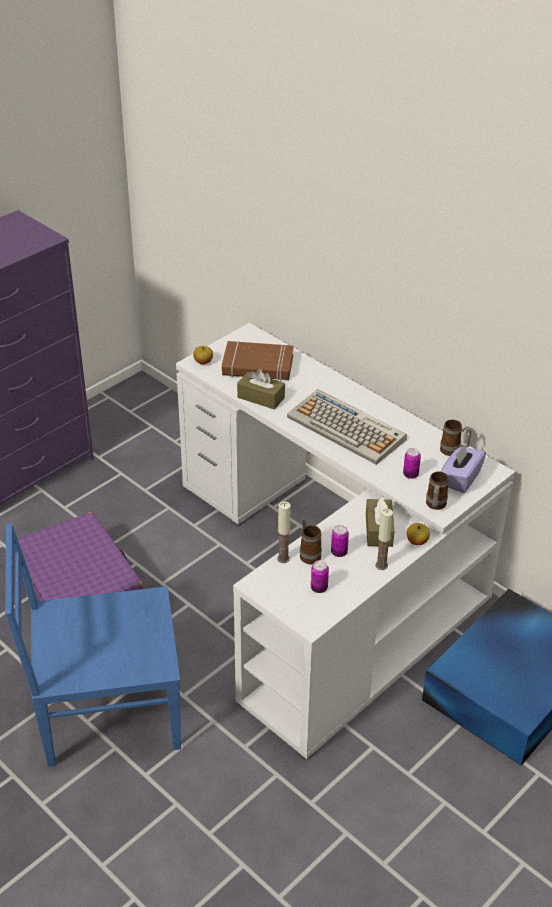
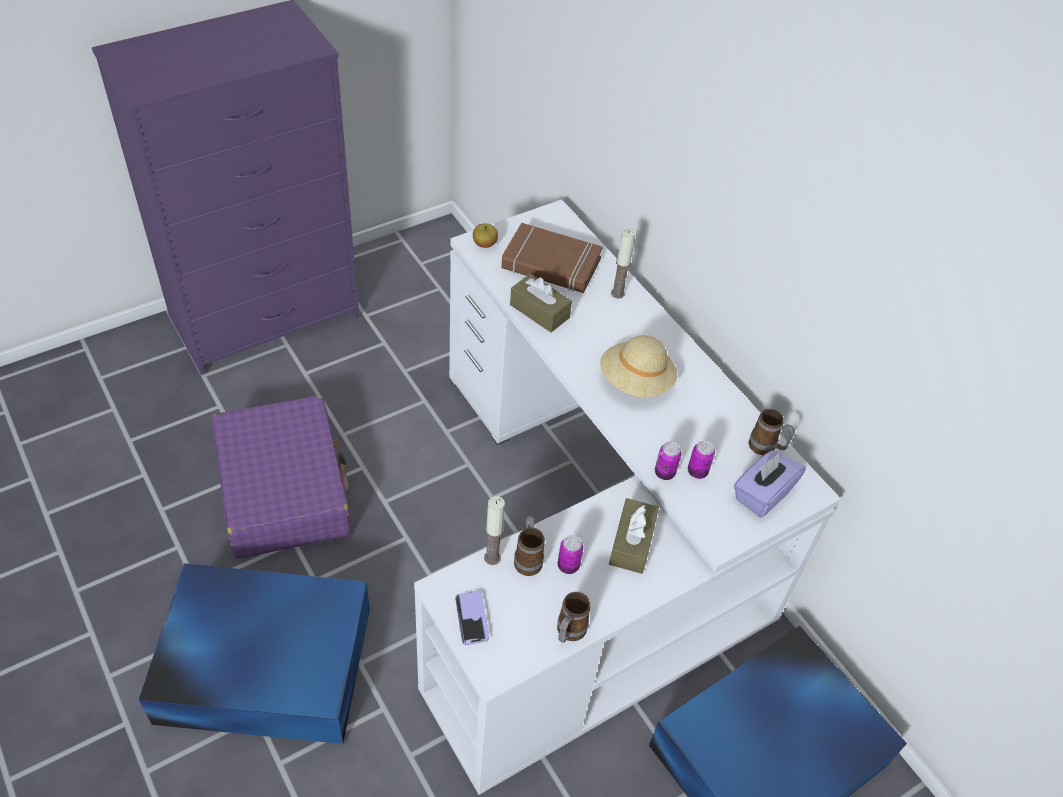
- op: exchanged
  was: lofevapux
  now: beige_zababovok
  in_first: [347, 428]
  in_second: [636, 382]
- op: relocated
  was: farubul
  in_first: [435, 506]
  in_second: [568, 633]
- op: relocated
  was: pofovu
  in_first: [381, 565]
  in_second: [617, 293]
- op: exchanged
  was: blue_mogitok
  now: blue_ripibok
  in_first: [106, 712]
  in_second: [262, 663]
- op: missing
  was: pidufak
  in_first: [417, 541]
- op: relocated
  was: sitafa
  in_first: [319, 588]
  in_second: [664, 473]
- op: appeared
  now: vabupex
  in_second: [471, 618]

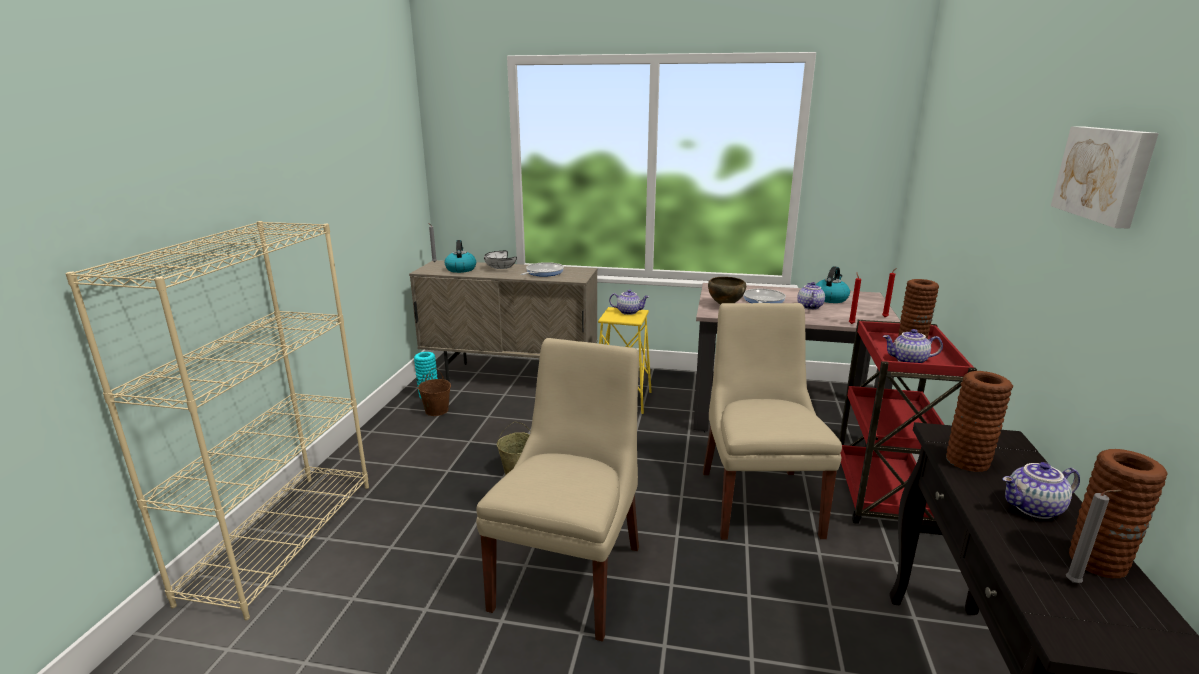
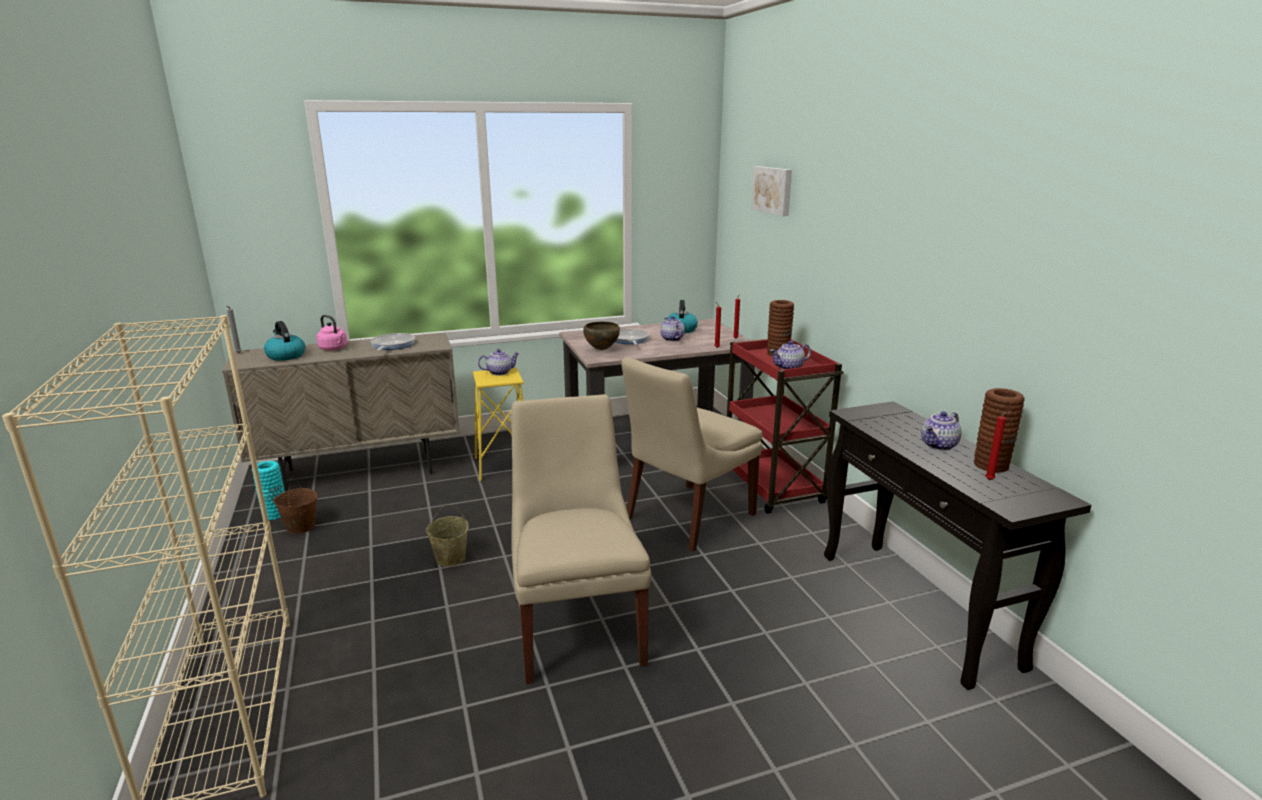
- op: relocated
  was: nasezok
  in_first: [1105, 174]
  in_second: [773, 190]
- op: exchanged
  was: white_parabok
  now: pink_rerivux
  in_first: [499, 269]
  in_second: [334, 348]
- op: spun
  was: beige_mogitok
  in_first: [758, 500]
  in_second: [687, 518]
  clockwise: -105
- op: missing
  was: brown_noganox
  in_first: [967, 461]
- op: colour
  was: grey_pofovu
  now: red_pofovu
  in_first: [1075, 583]
  in_second: [991, 480]

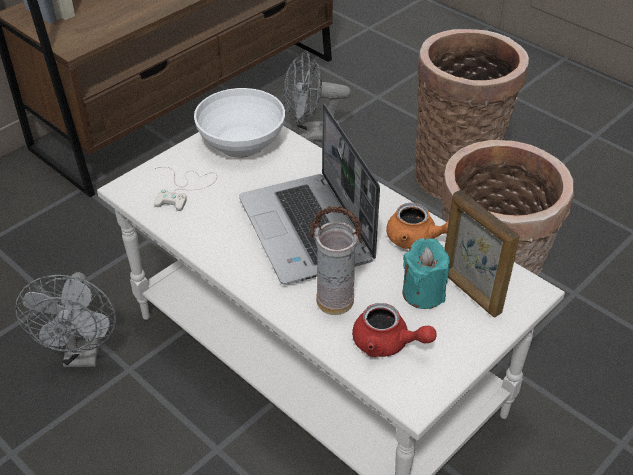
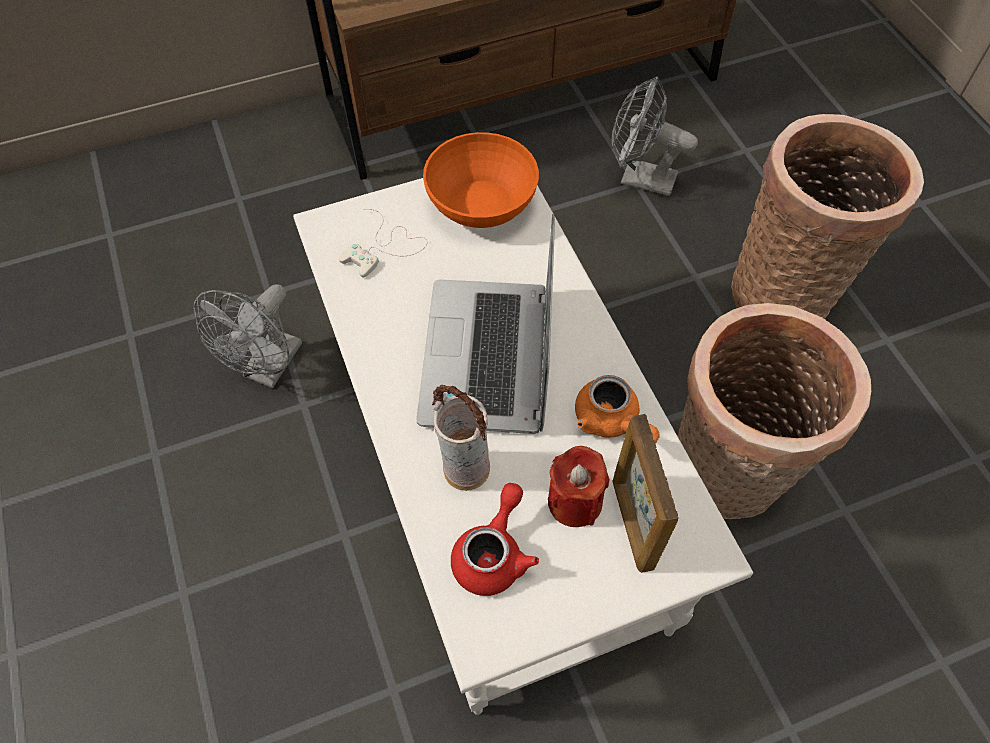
- op: colour
  was: white_parabok
  now: orange_parabok
  in_first: [240, 142]
  in_second: [480, 204]
- op: colour
  was: turquoise_pofovu
  now: red_pofovu
  in_first: [423, 293]
  in_second: [574, 501]
- op: spun
  was: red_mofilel
  in_first: [387, 344]
  in_second: [493, 554]
  clockwise: -120

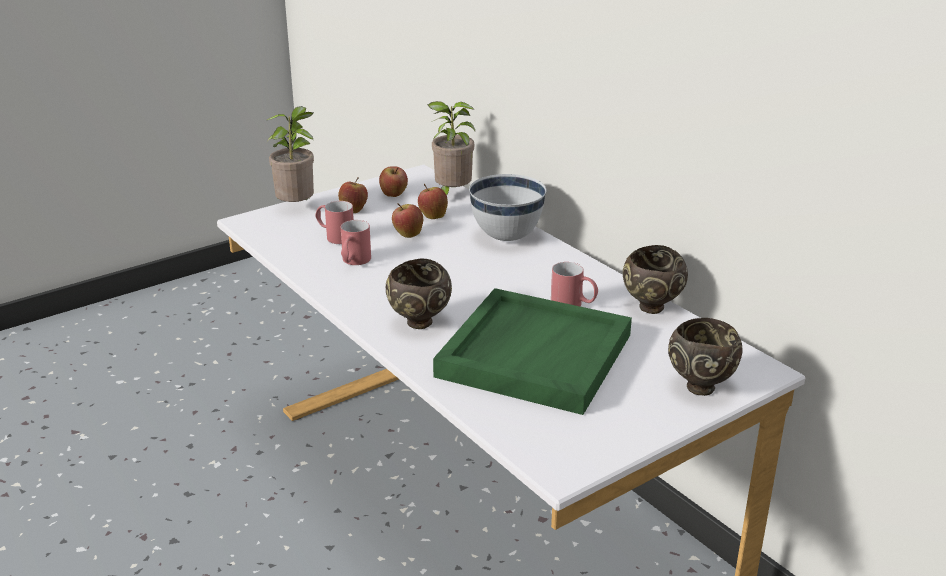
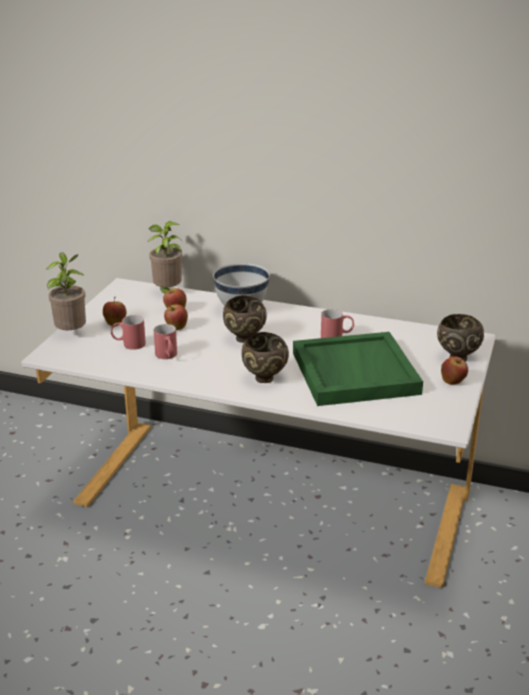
- op: relocated
  was: pidufak
  in_first: [394, 195]
  in_second: [453, 382]
- op: relocated
  was: brown_parabok
  in_first: [651, 309]
  in_second: [245, 339]

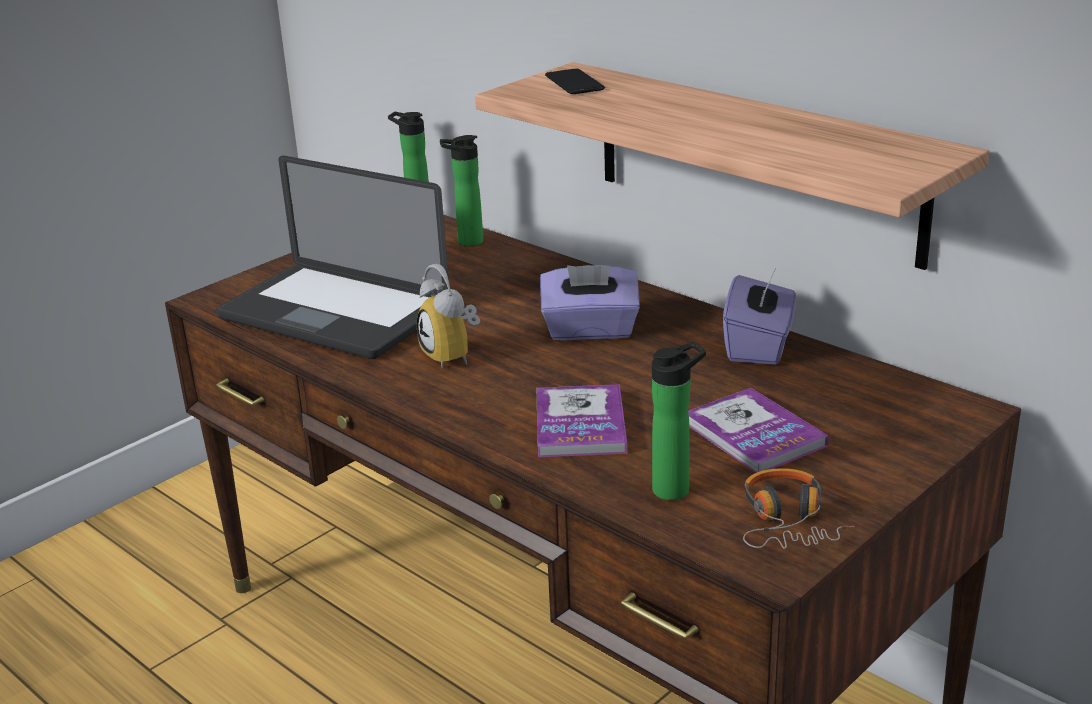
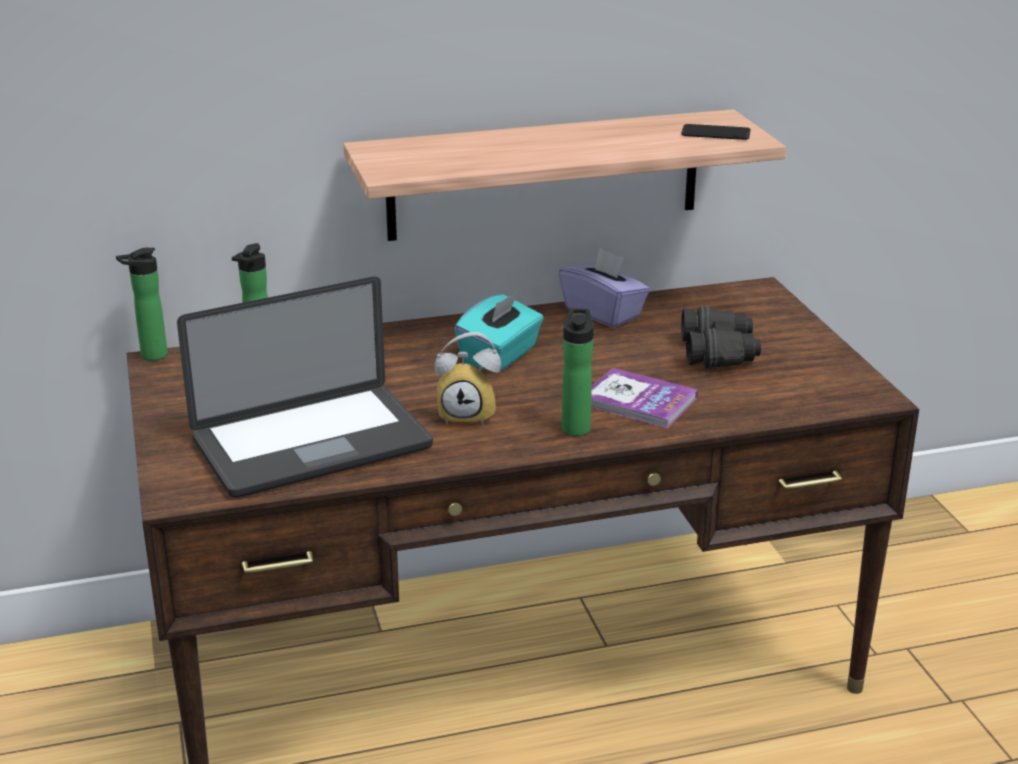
- op: relocated
  was: vabupex
  in_first: [574, 83]
  in_second: [715, 133]
- op: colour
  was: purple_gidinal
  now: turquoise_gidinal
  in_first: [590, 330]
  in_second: [500, 356]
- op: relocated
  was: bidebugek
  in_first: [676, 489]
  in_second: [576, 427]
- op: exchanged
  was: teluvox
  now: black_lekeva
  in_first: [754, 434]
  in_second: [719, 353]
- op: missing
  was: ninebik
  in_first: [788, 522]

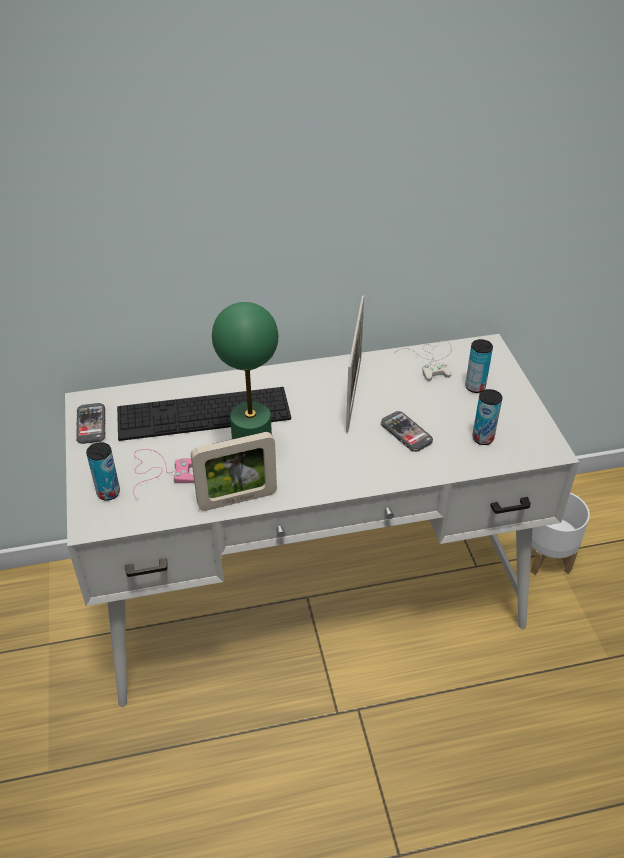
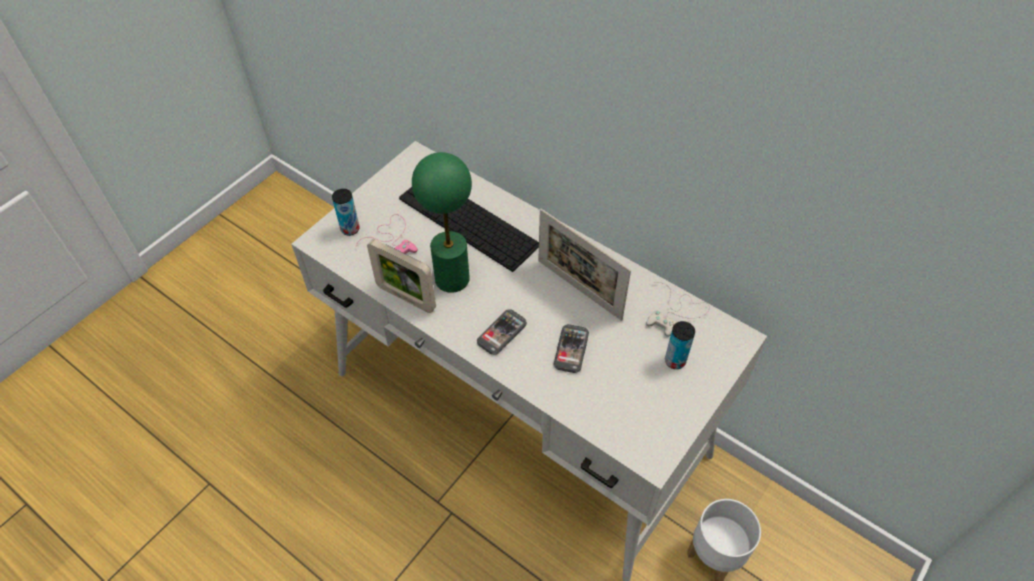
- op: spun
  was: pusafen
  in_first: [353, 394]
  in_second: [579, 289]
  clockwise: 75
- op: missing
  was: sitafa
  in_first: [482, 438]
- op: relocated
  was: vabupex
  in_first: [91, 424]
  in_second: [502, 333]

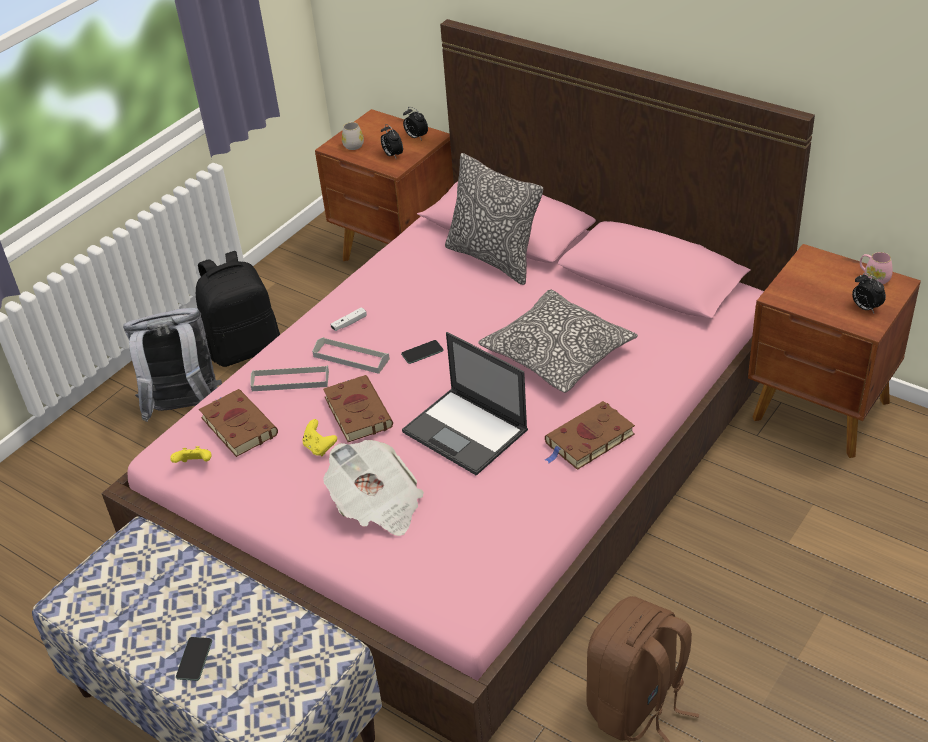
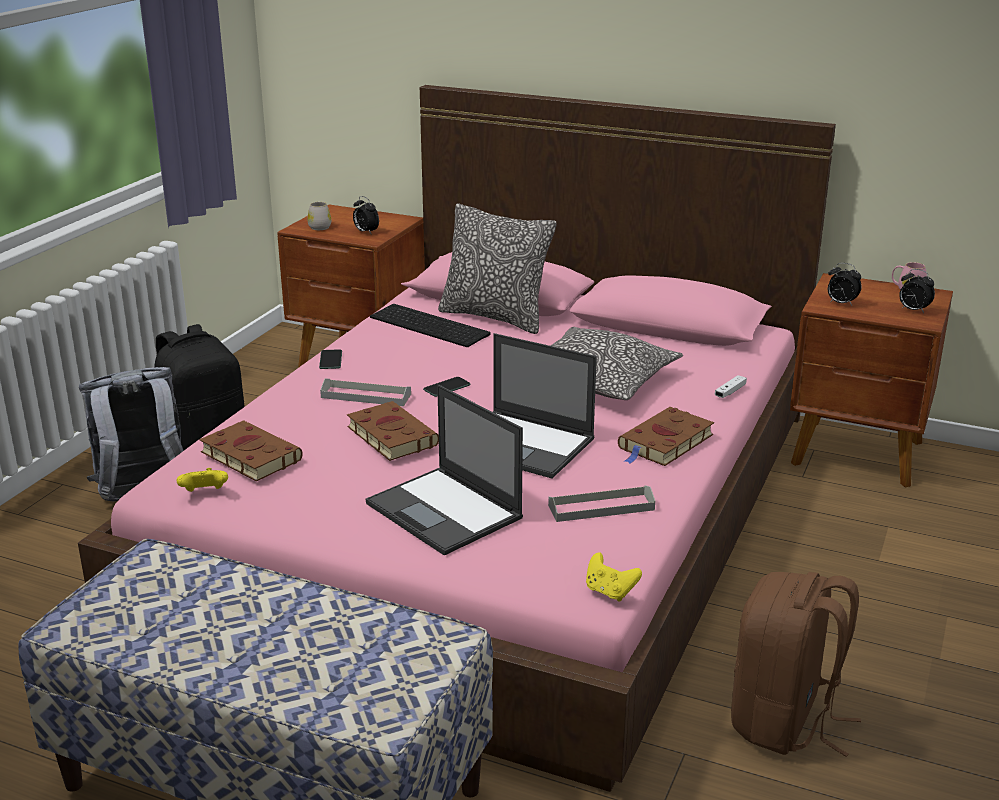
- op: relocated
  was: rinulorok
  in_first: [416, 137]
  in_second: [841, 303]
- op: relocated
  was: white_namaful
  in_first: [349, 323]
  in_second: [730, 392]
- op: relocated
  was: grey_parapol
  in_first: [290, 381]
  in_second: [601, 507]
- op: relocated
  was: yellow_namaful
  in_first: [319, 447]
  in_second: [610, 592]
- op: exchanged
  was: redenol
  now: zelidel
  in_first: [377, 505]
  in_second: [445, 511]
- op: relocated
  was: vabupex
  in_first: [194, 659]
  in_second: [330, 360]
- op: appeared
  now: lofevapux
  in_second: [431, 325]

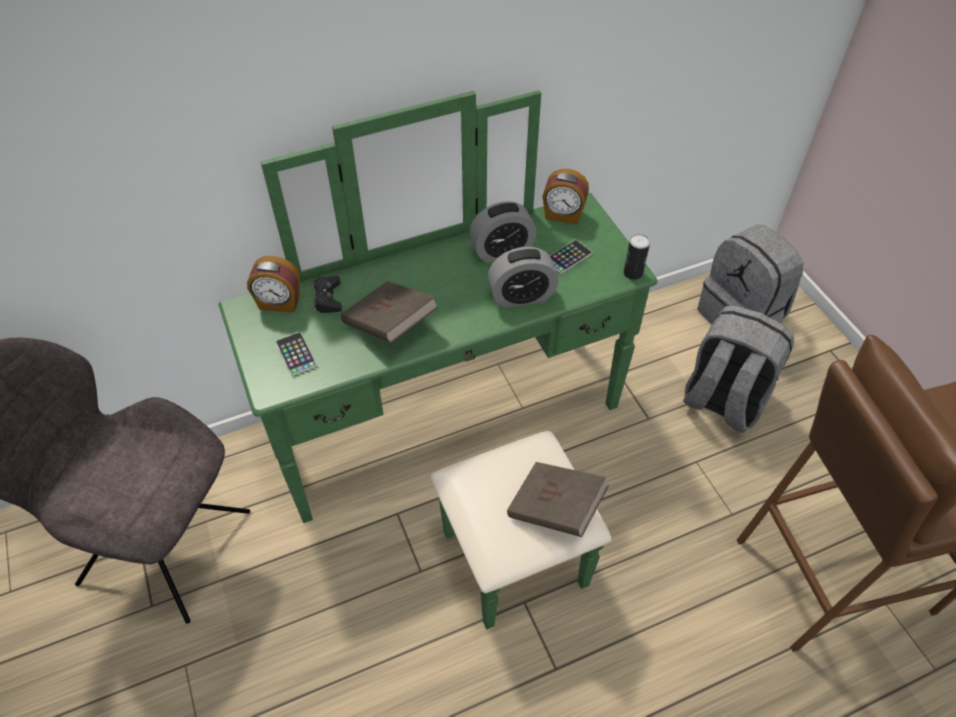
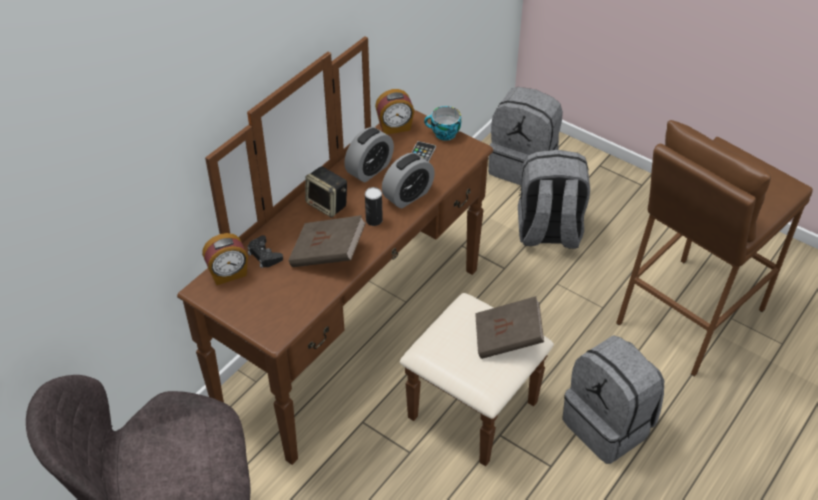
- op: colour
  was: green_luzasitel
  now: brown_luzasitel
  in_first: [462, 448]
  in_second: [380, 351]
- op: relocated
  was: sitafa
  in_first: [633, 273]
  in_second: [374, 220]
- op: missing
  was: vabupex
  in_first: [296, 354]
- op: appeared
  now: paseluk
  in_second: [443, 134]
- op: appeared
  now: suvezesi
  in_second: [328, 205]
- op: appeared
  now: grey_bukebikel
  in_second: [609, 425]

